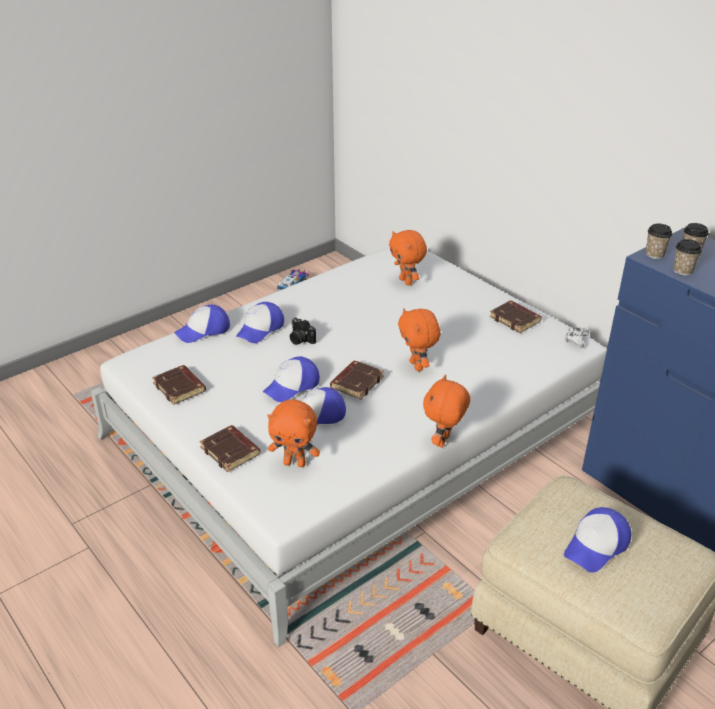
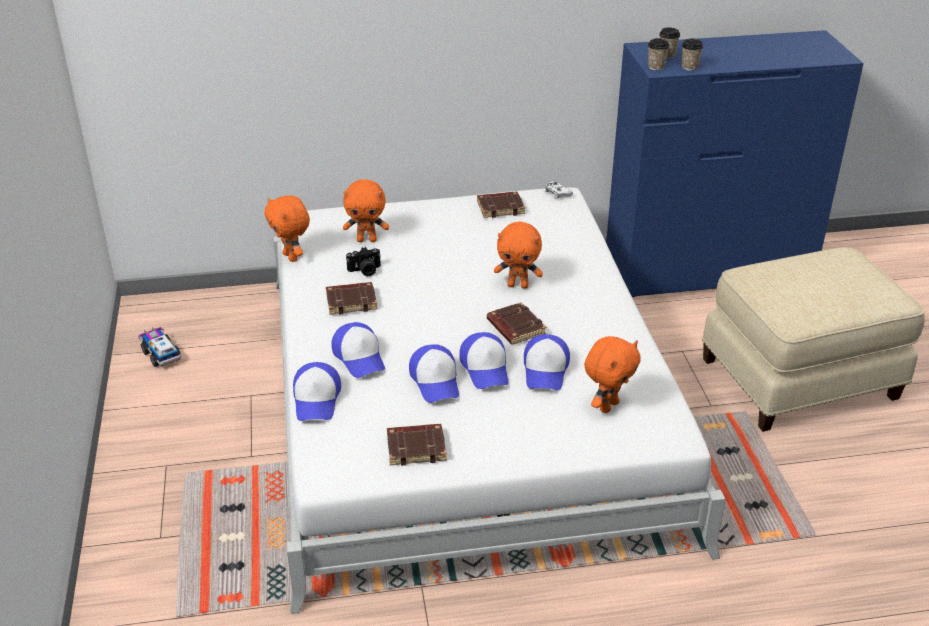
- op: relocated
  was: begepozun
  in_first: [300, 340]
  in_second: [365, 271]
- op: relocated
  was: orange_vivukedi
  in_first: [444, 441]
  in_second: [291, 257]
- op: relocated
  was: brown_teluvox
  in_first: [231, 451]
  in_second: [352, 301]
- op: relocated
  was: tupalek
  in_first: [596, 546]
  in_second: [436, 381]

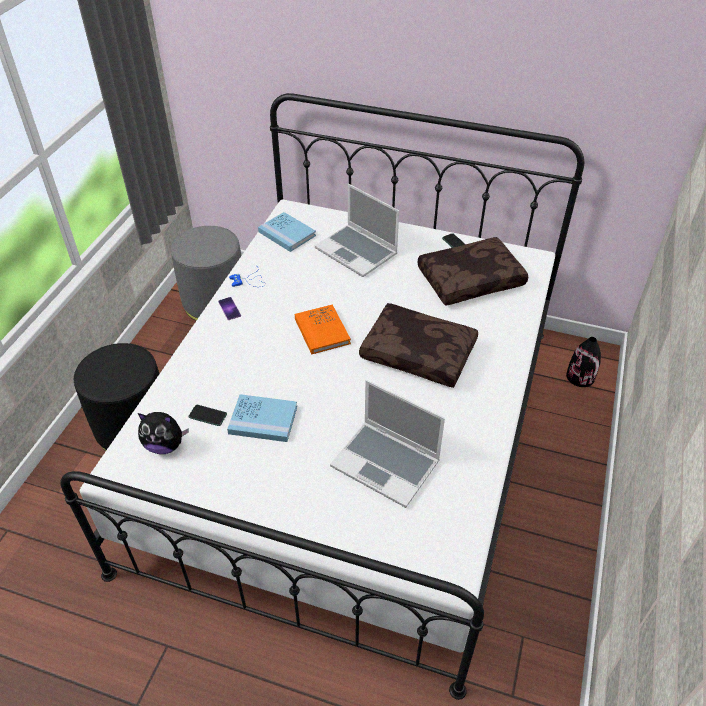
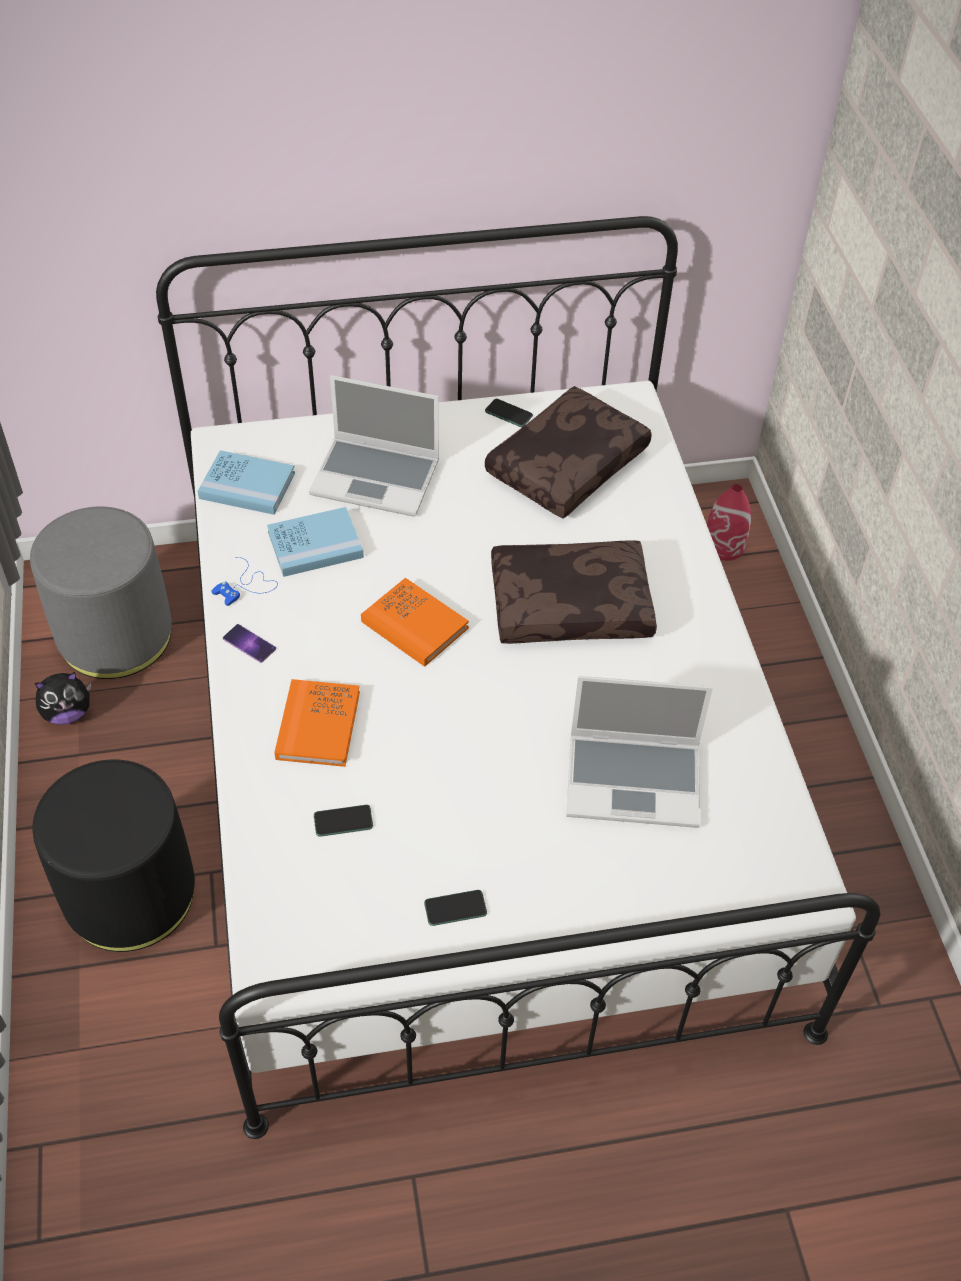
- op: colour
  was: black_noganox
  now: red_noganox
  in_first: [580, 377]
  in_second: [724, 545]
- op: relocated
  was: blue_teluvox
  in_first: [263, 420]
  in_second: [315, 545]
- op: relocated
  was: vivukedi
  in_first: [165, 445]
  in_second: [67, 713]
- op: appeared
  now: orange_teluvox
  in_second: [318, 725]
- op: appeared
  now: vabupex
  in_second: [455, 908]

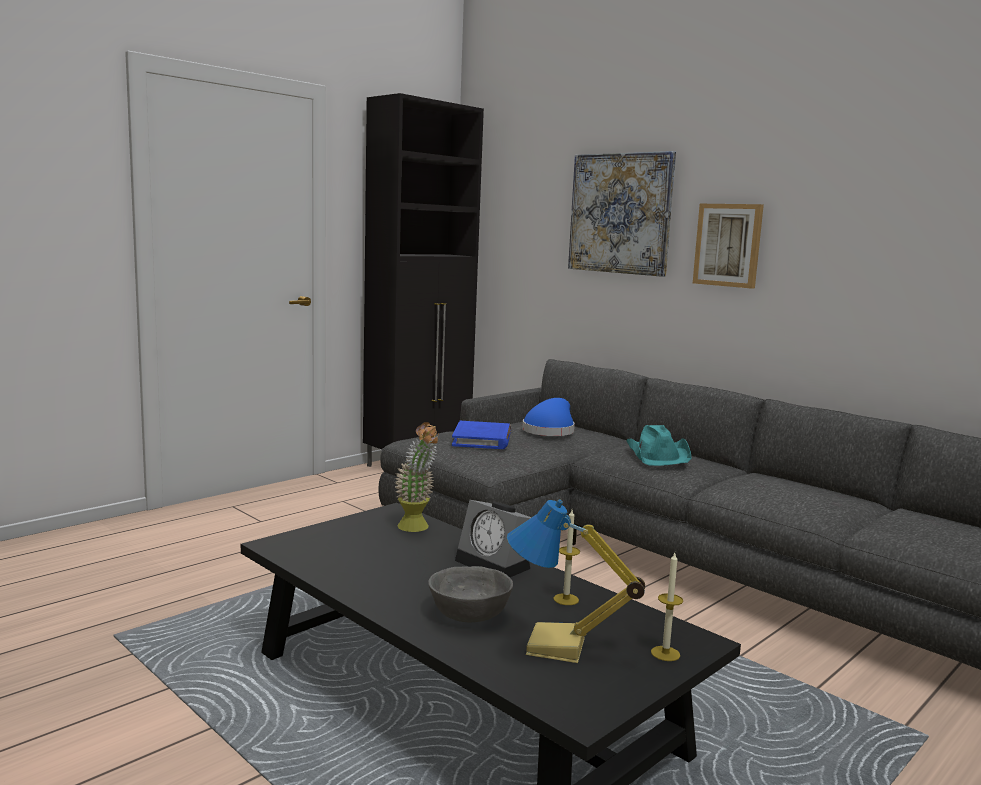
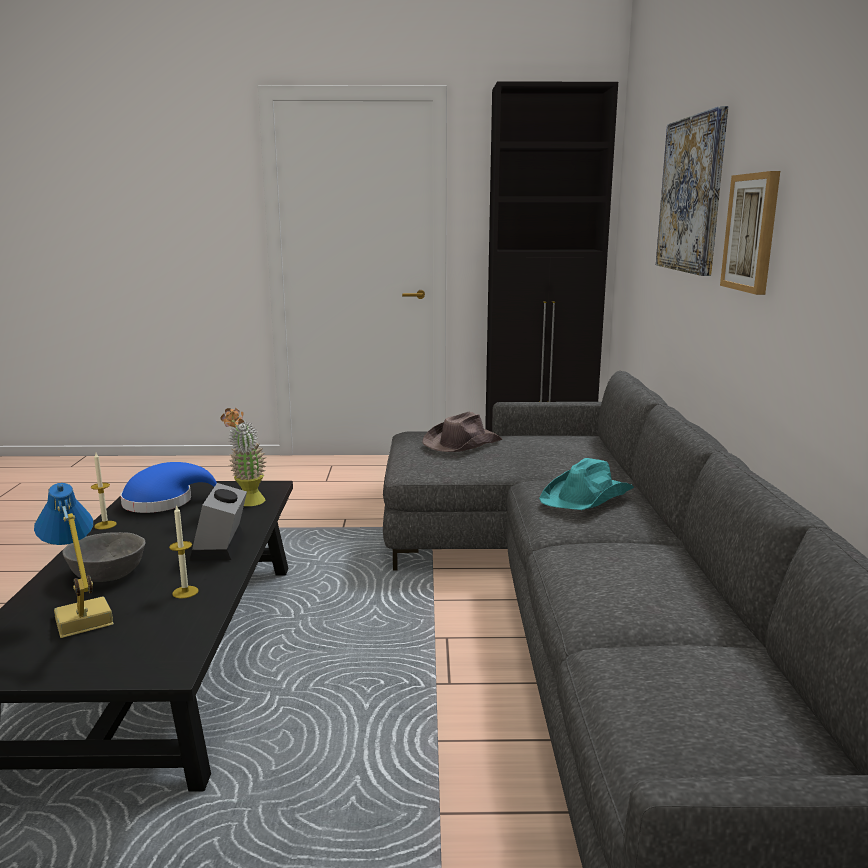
- op: relocated
  was: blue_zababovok
  in_first: [550, 430]
  in_second: [164, 502]
- op: exchanged
  was: blue_teluvox
  now: brown_zababovok
  in_first: [482, 439]
  in_second: [461, 443]
- op: relocated
  was: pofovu
  in_first: [665, 653]
  in_second: [105, 525]

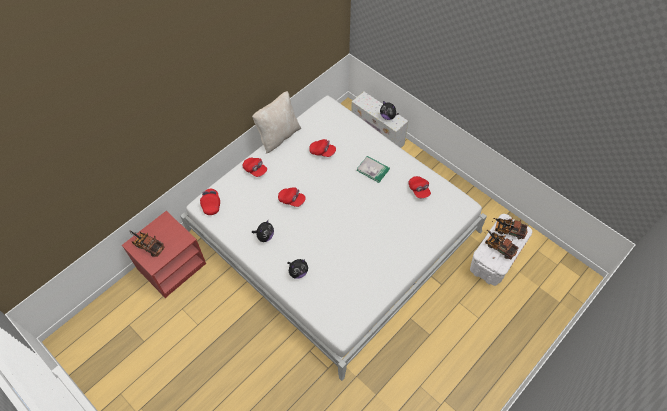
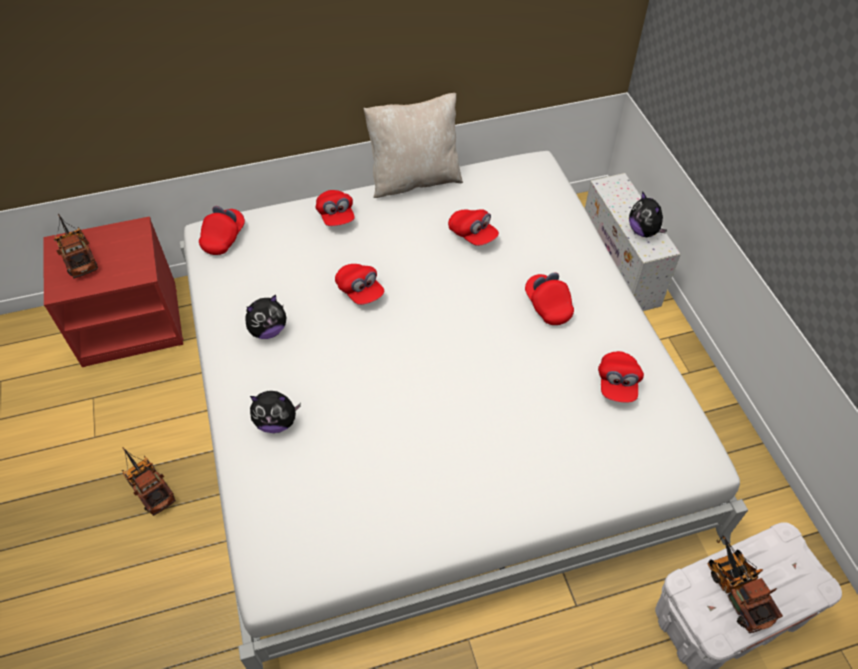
- op: exchanged
  was: teluvox
  now: red_tupalek
  in_first: [373, 170]
  in_second: [547, 306]
- op: relocated
  was: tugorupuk
  in_first: [507, 230]
  in_second: [148, 485]

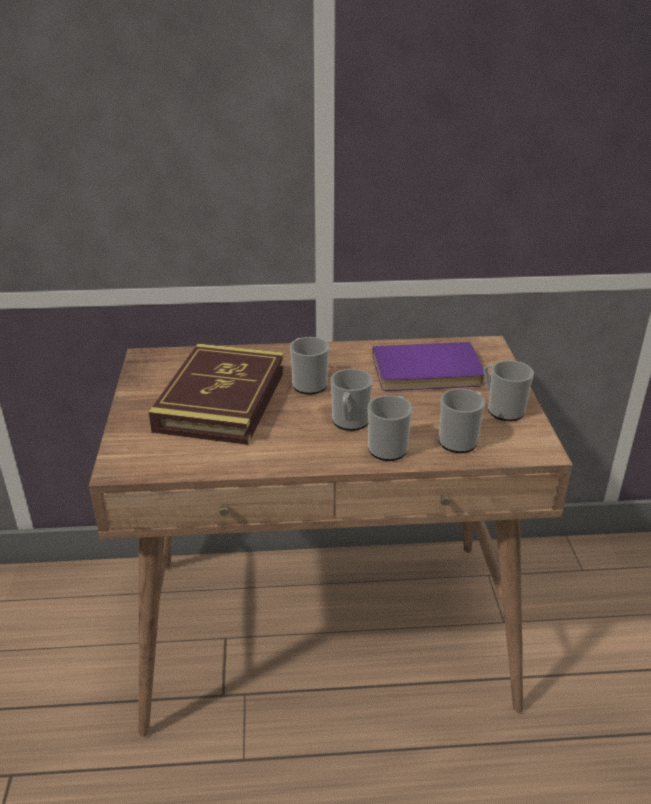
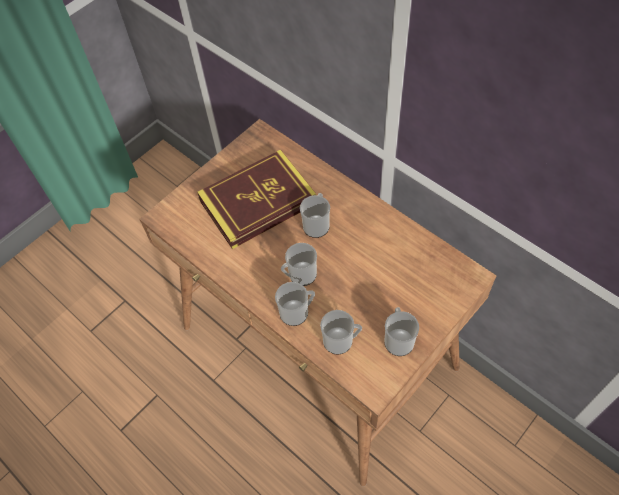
- op: missing
  was: purple_teluvox
  in_first: [428, 372]

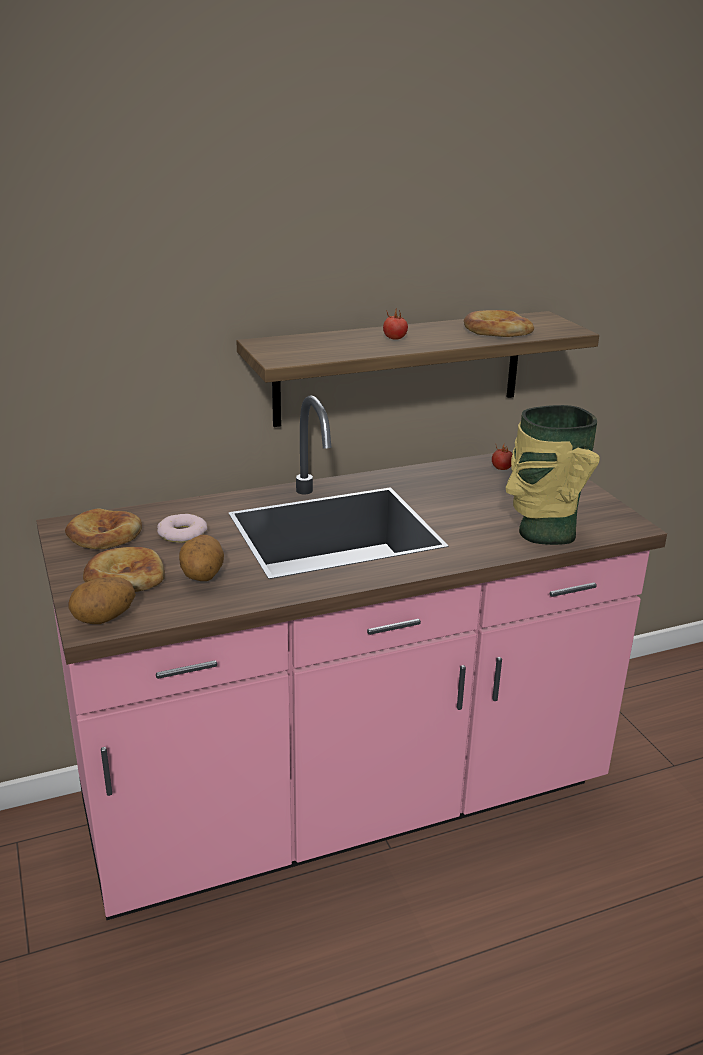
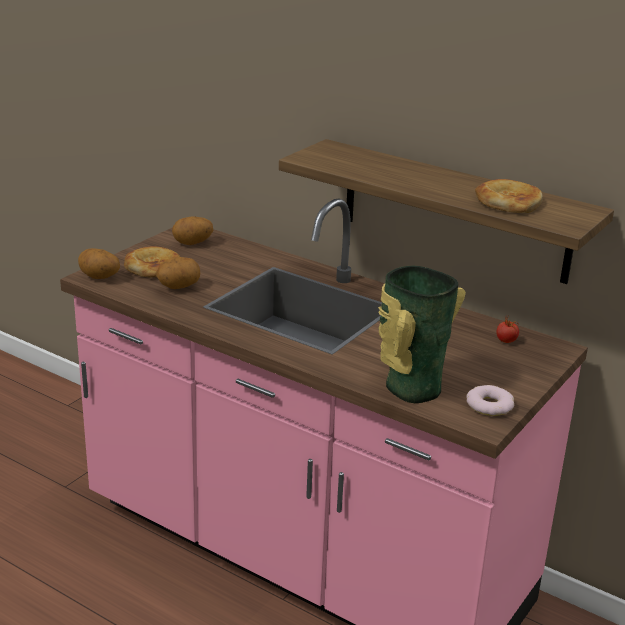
- op: missing
  was: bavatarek
  in_first: [395, 338]
- op: exchanged
  was: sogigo
  now: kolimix
  in_first: [104, 535]
  in_second: [193, 243]
- op: relocated
  was: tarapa
  in_first: [182, 533]
  in_second: [489, 405]

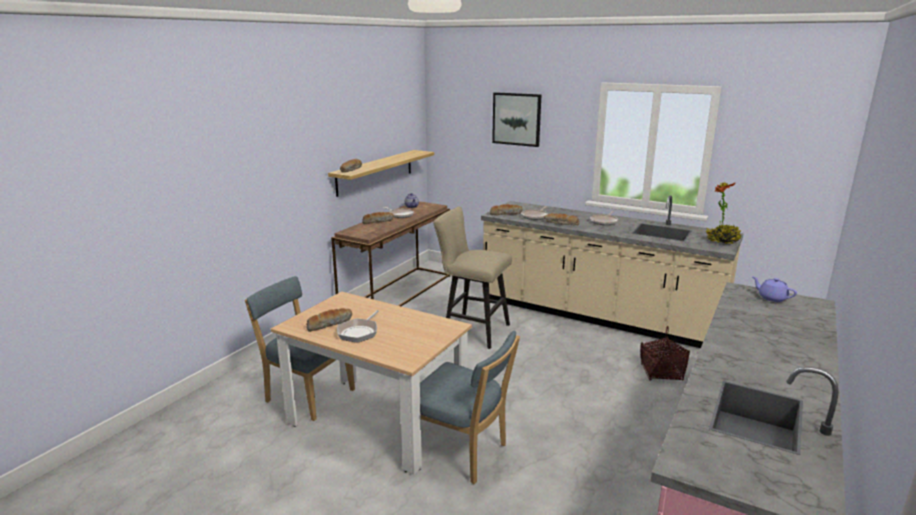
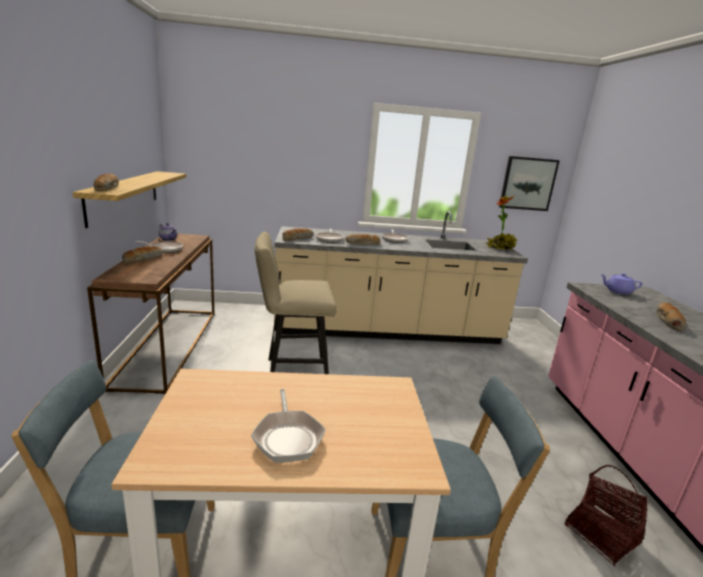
- op: relocated
  was: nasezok
  in_first: [516, 119]
  in_second: [527, 183]
- op: relocated
  was: sogigo
  in_first: [329, 324]
  in_second: [667, 321]
- op: relocated
  was: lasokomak
  in_first: [661, 372]
  in_second: [601, 534]

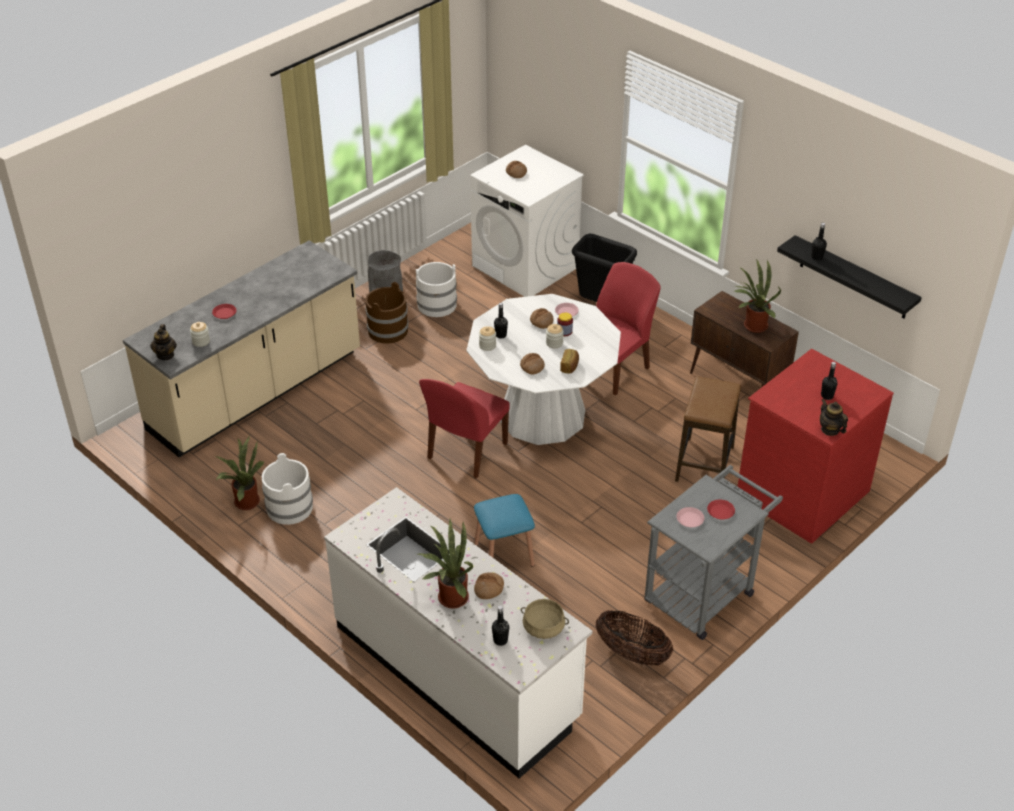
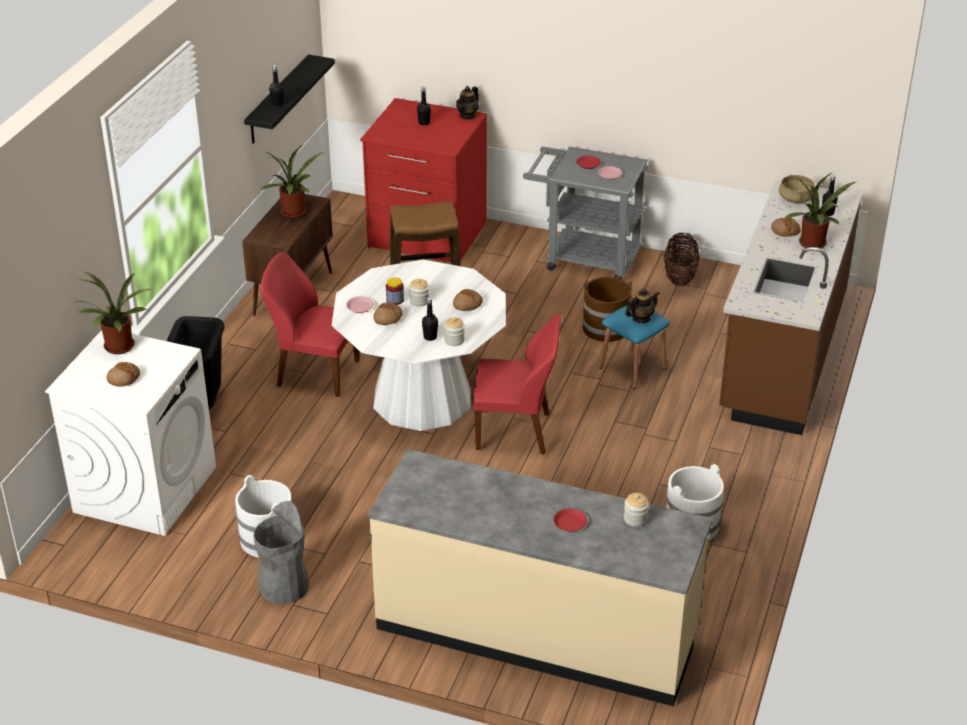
- op: relocated
  was: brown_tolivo
  in_first: [388, 330]
  in_second: [605, 328]
- op: relocated
  was: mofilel
  in_first: [165, 355]
  in_second: [641, 318]
- op: missing
  was: sogigo
  in_first: [570, 366]
- op: relocated
  was: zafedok
  in_first: [245, 501]
  in_second: [118, 349]
- op: colour
  was: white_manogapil
  now: brown_manogapil
  in_first: [457, 672]
  in_second: [781, 354]

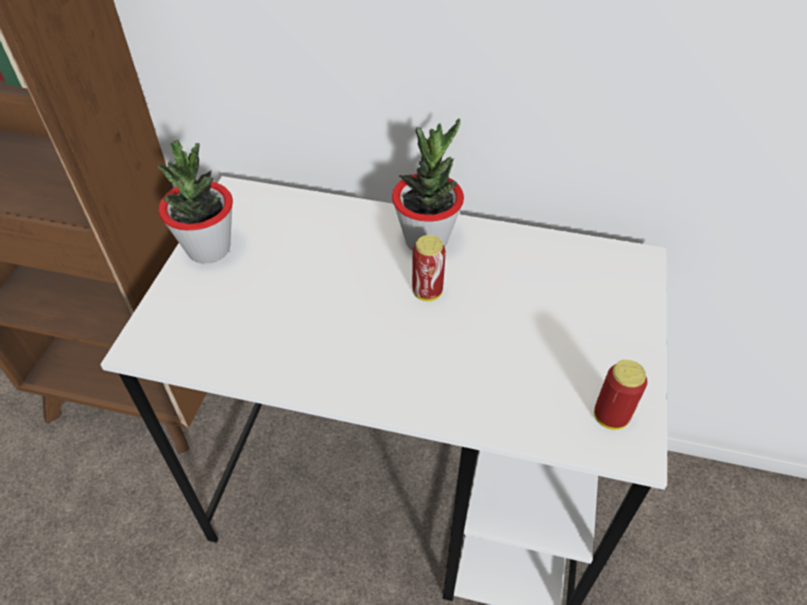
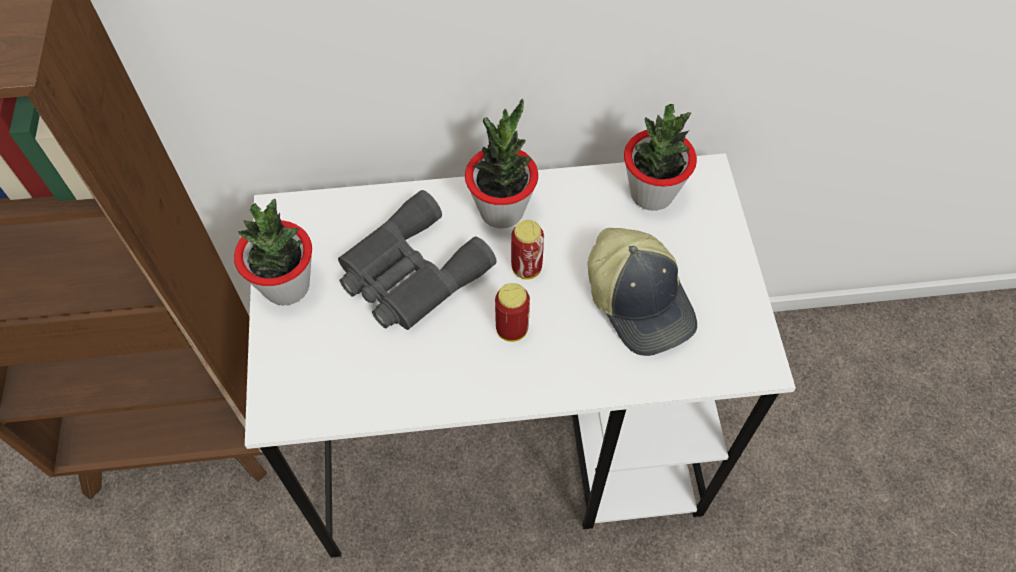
- op: relocated
  was: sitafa
  in_first: [610, 417]
  in_second: [512, 329]
- op: appeared
  now: zafedok
  in_second: [651, 194]
- op: appeared
  now: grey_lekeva
  in_second: [409, 273]
- op: appeared
  now: tupalek
  in_second: [640, 301]

